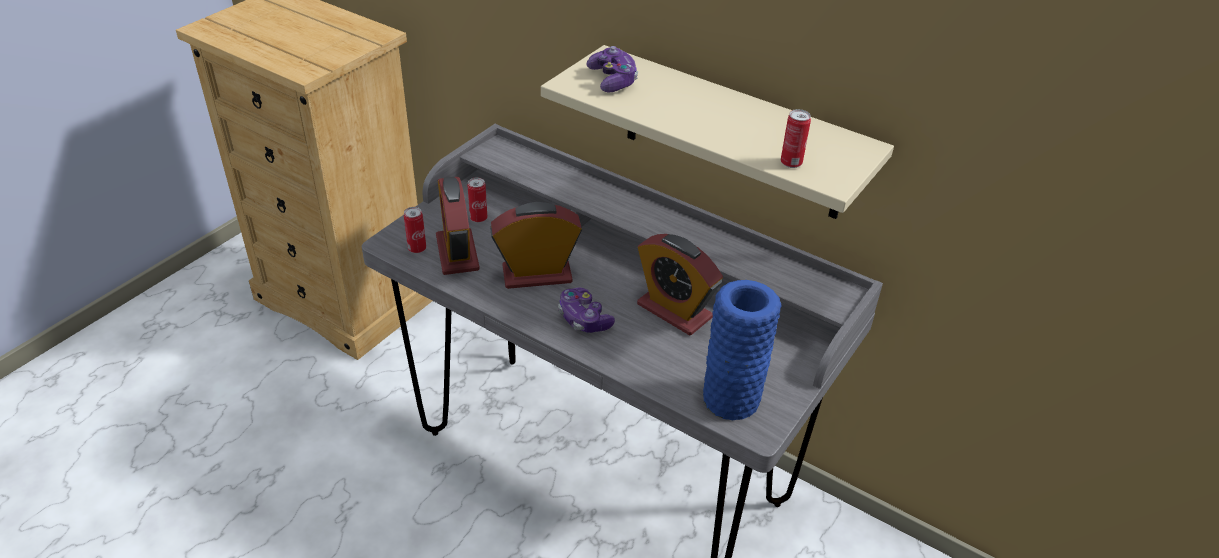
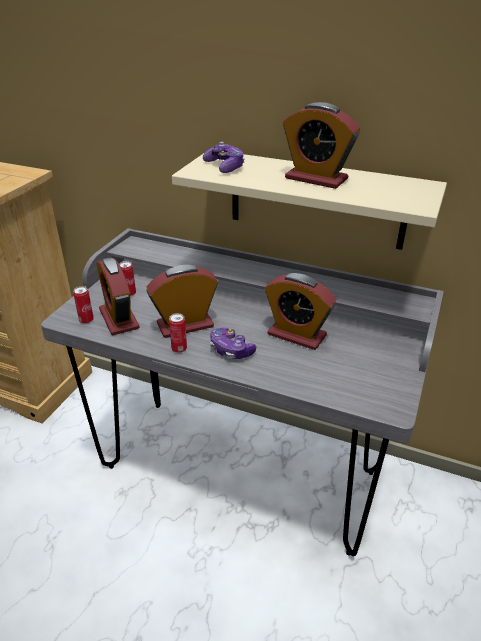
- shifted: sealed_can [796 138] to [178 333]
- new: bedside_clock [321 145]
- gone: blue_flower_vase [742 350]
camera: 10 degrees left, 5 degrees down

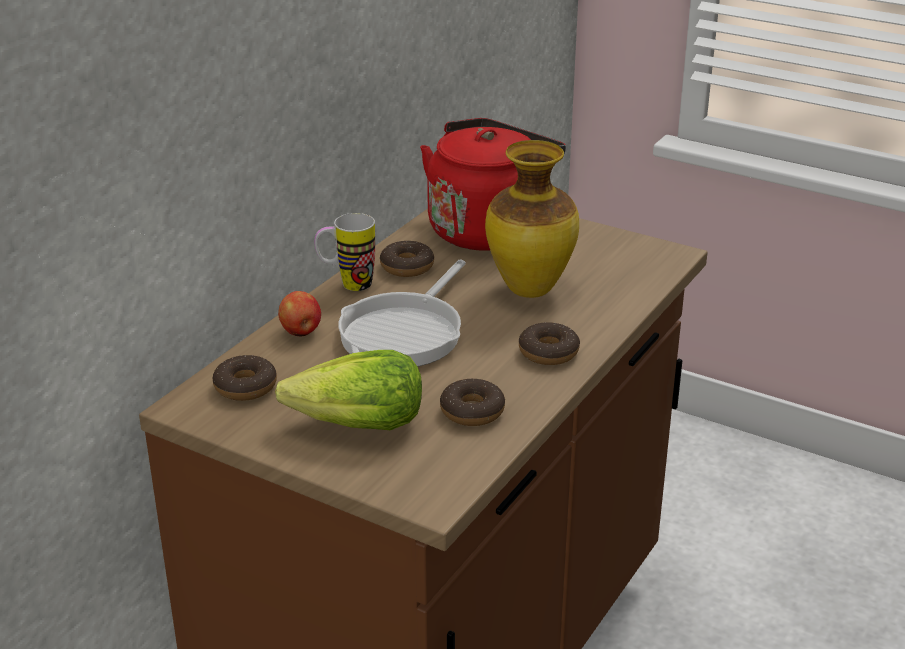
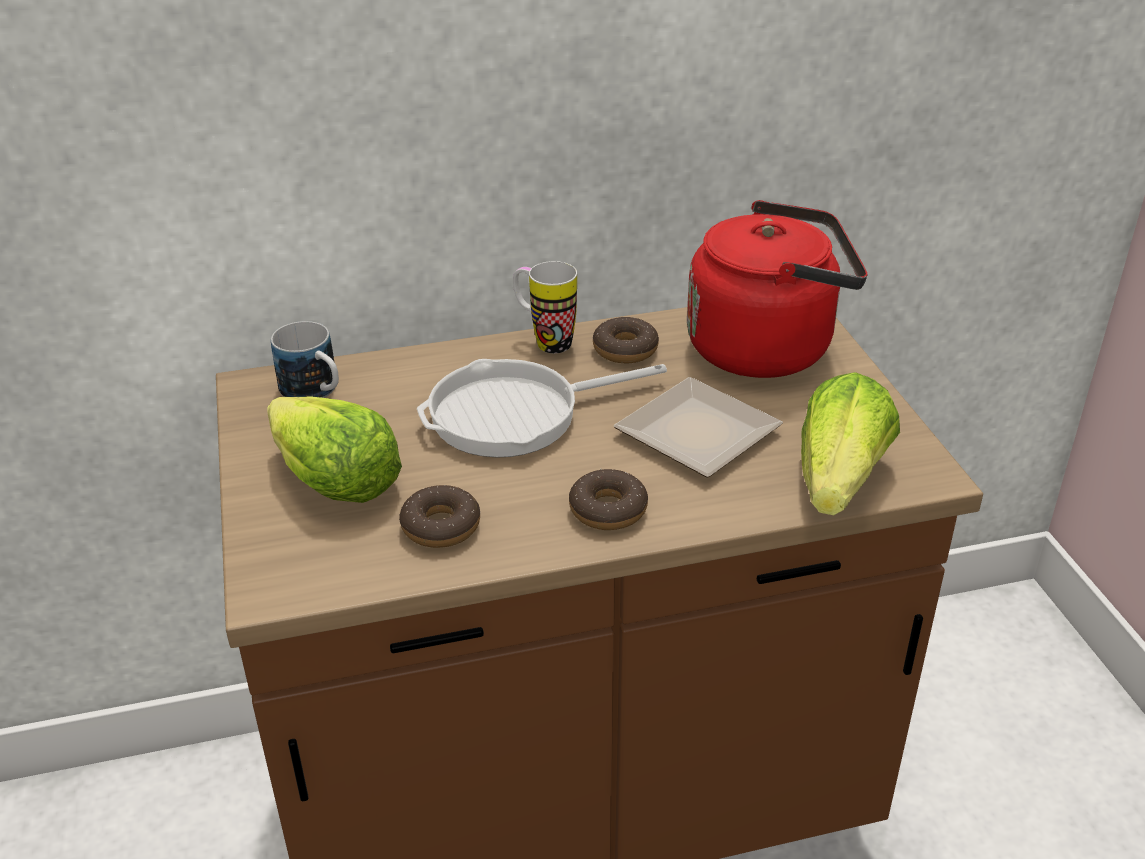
- swapped: donut [245 378] to tea_mug [305 359]
- swapped: flower_vase [532 219] to flat_dish [698 427]
- new: lettuce_head [850 443]
- gone: apple [299 314]
camera: 45 degrees right, 5 degrees up

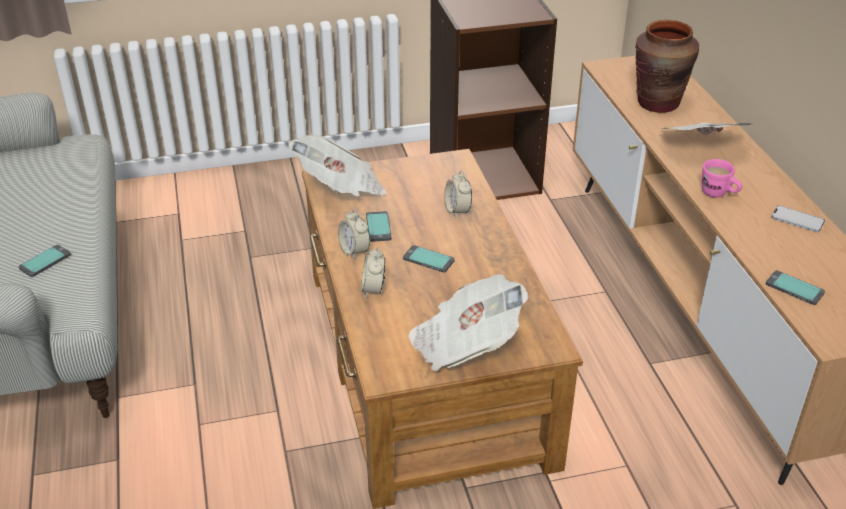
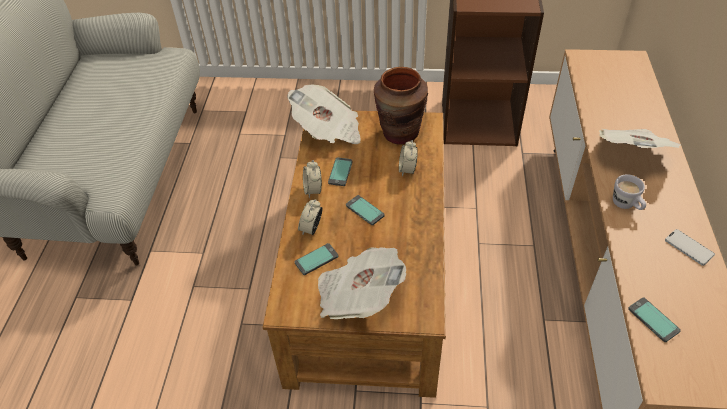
- shifted: telephone [45 261] to [316 259]
- shifted: brown_flower_vase [667 66] to [401 106]
- repainted: pink-coloured_tea_mug [722 178] to whitish_tea_mug [629 192]
camera: 20 degrees right, 10 degrees up

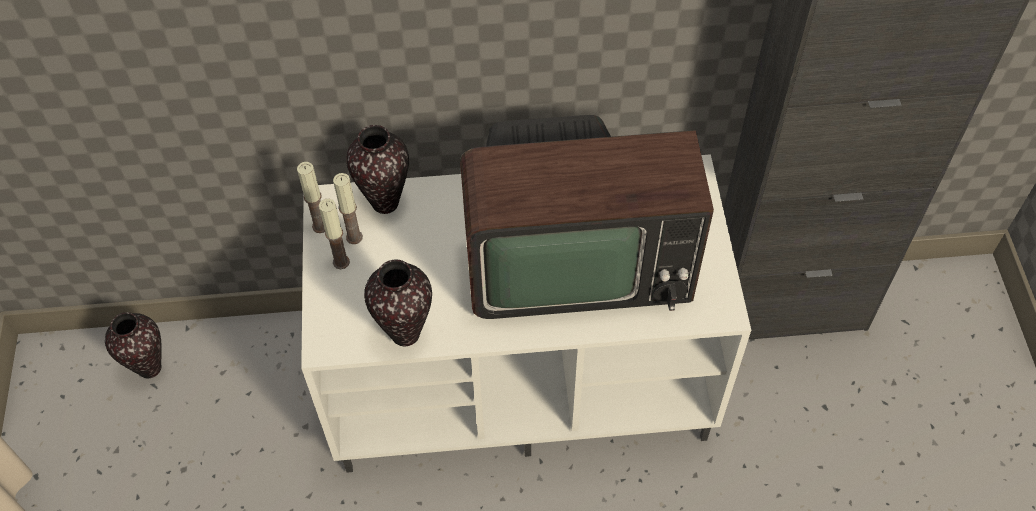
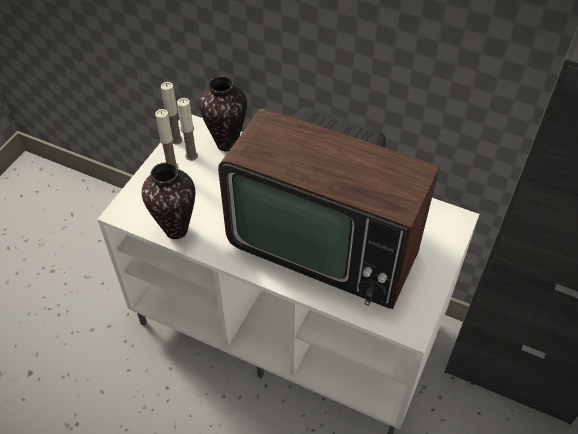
- gone: flower_vase [133 345]
camera: 30 degrees right, 5 degrees down

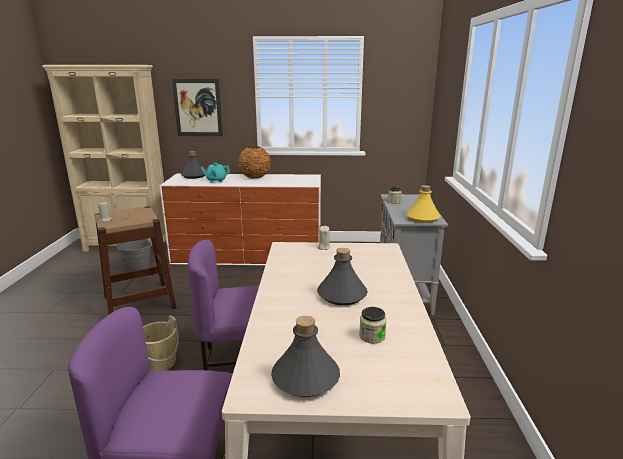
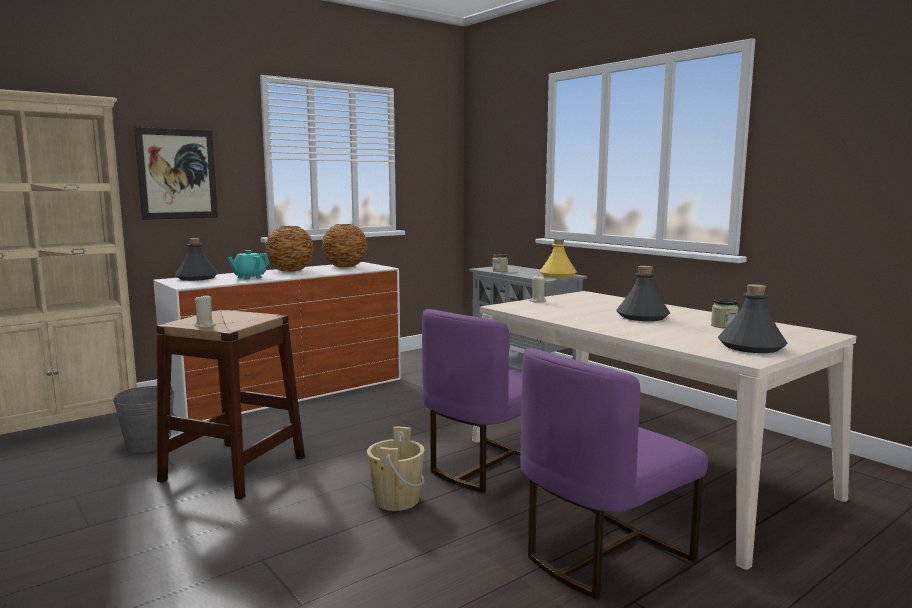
- new: flower_vase [345 245]
camera: 40 degrees left, 10 degrees down

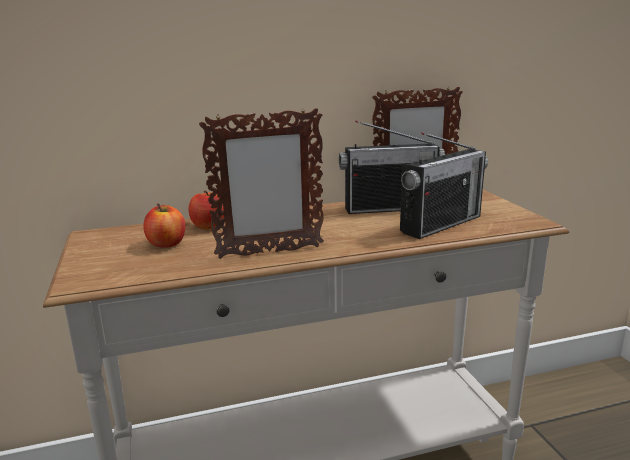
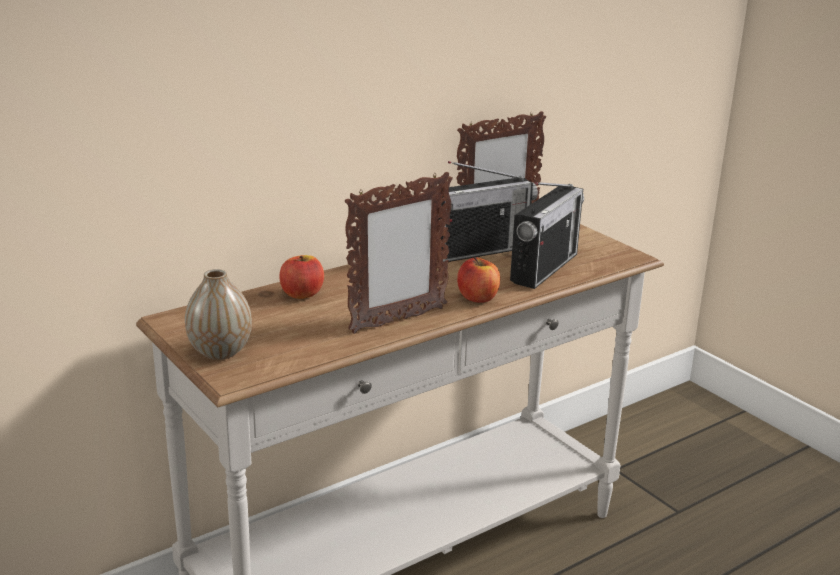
- new: flower_vase [218 314]
- shifted: apple [164 225] to [478 280]
camera: 20 degrees left, 5 degrees up

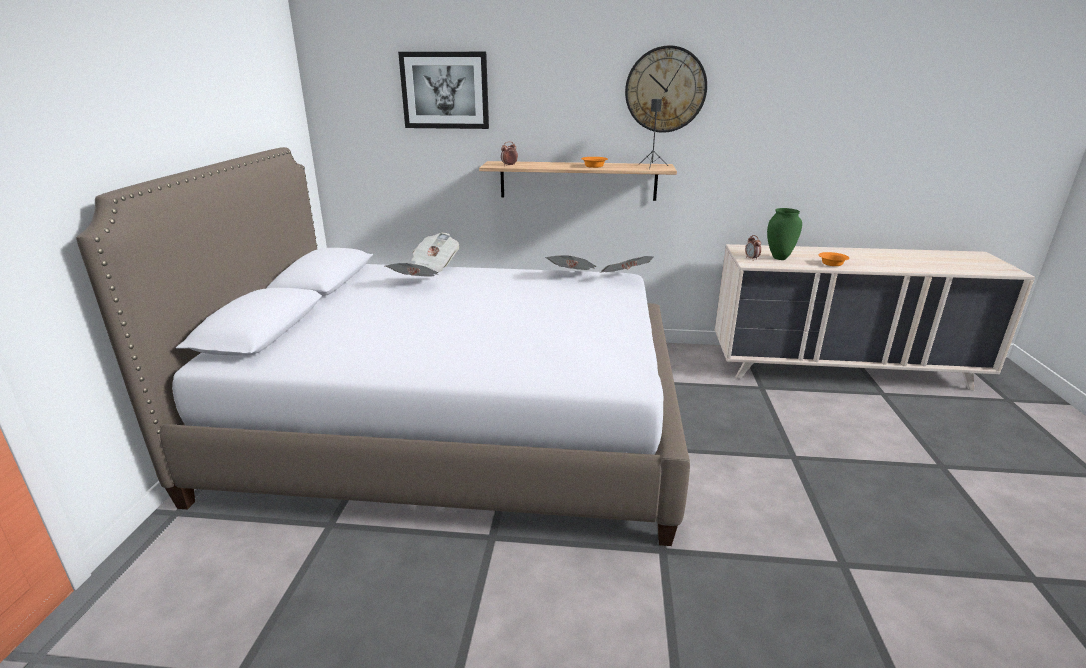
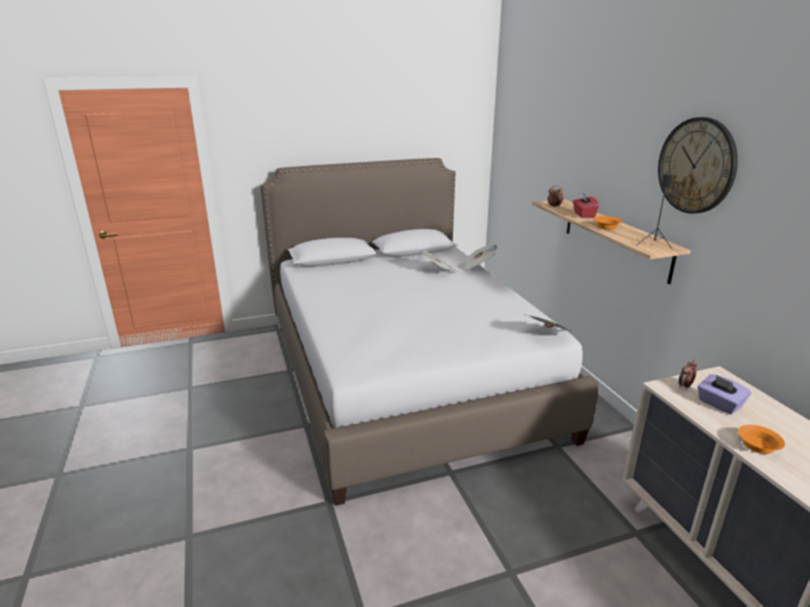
- new: red_box_of_tissues [586 205]
- swapped: green_flower_vase [784 234] to purple_box_of_tissues [724 394]
- gone: wall_picture [443 90]
- gone: daily_paper [570 262]
camera: 65 degrees right, 0 degrees up

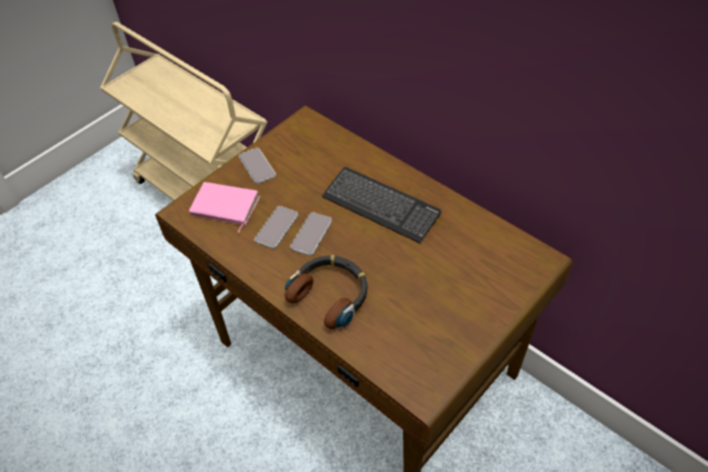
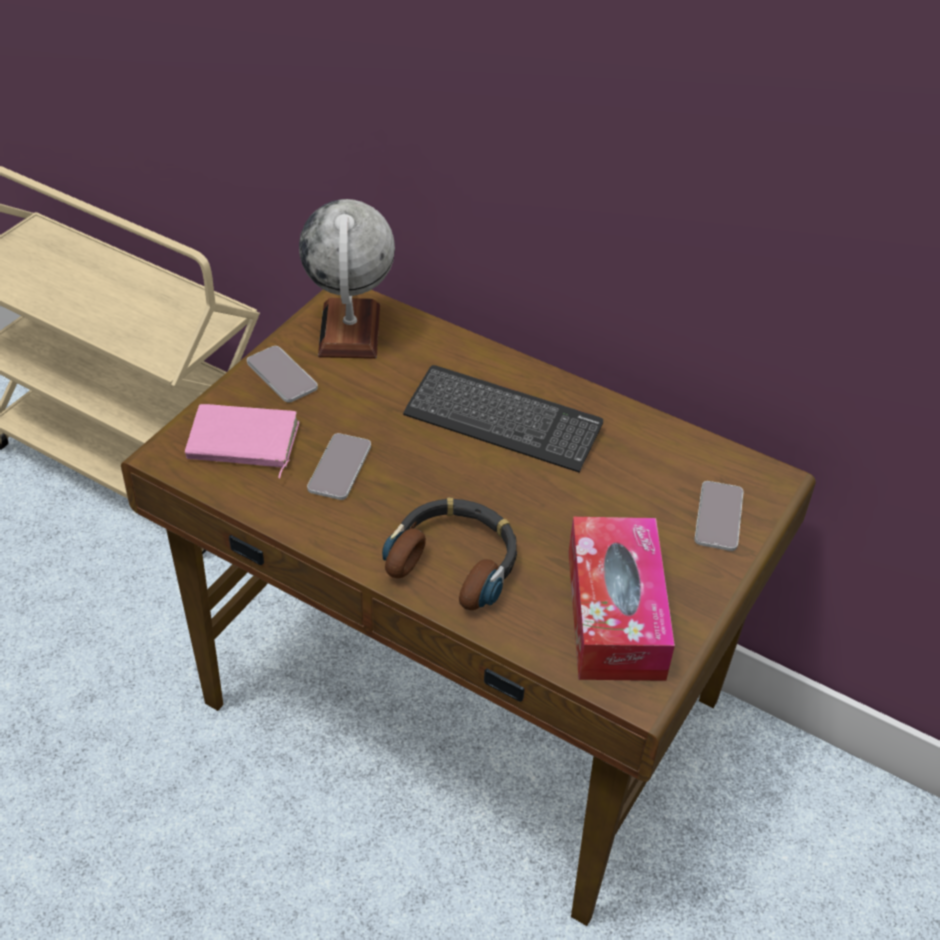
- new: desk_globe [347 279]
- new: box_of_tissues [621 599]
- shifted: telephone [311 234] to [719 516]
camera: 15 degrees left, 5 degrees down

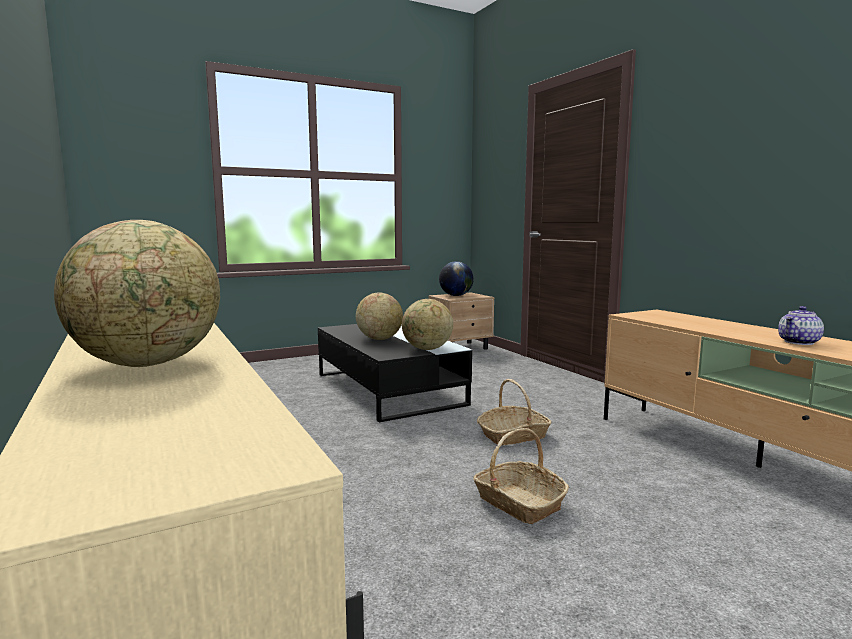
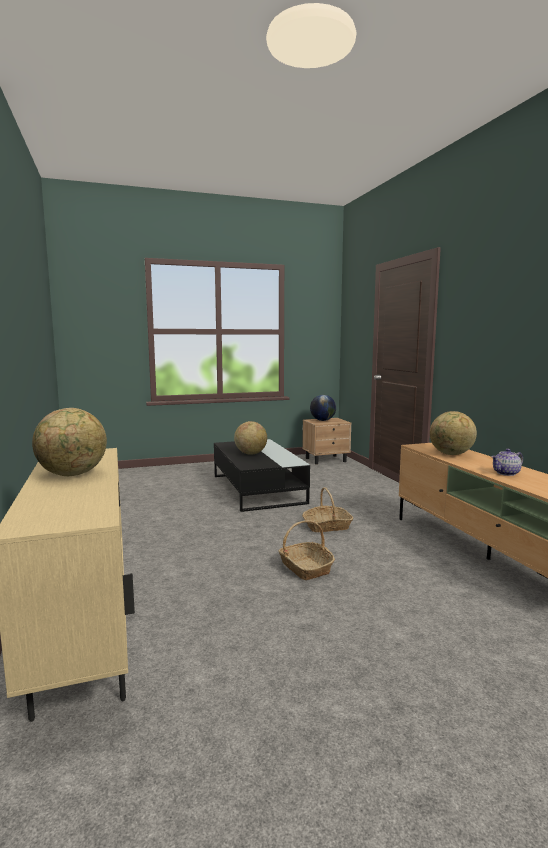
- shifted: desk_globe [427 324] to [453 433]
camera: 10 degrees right, 0 degrees up

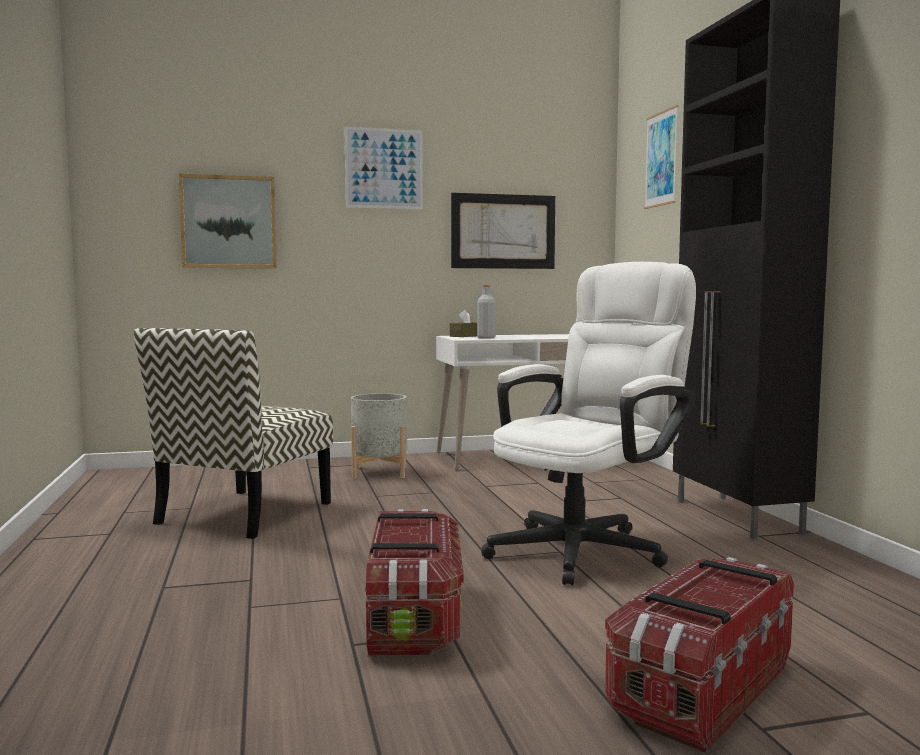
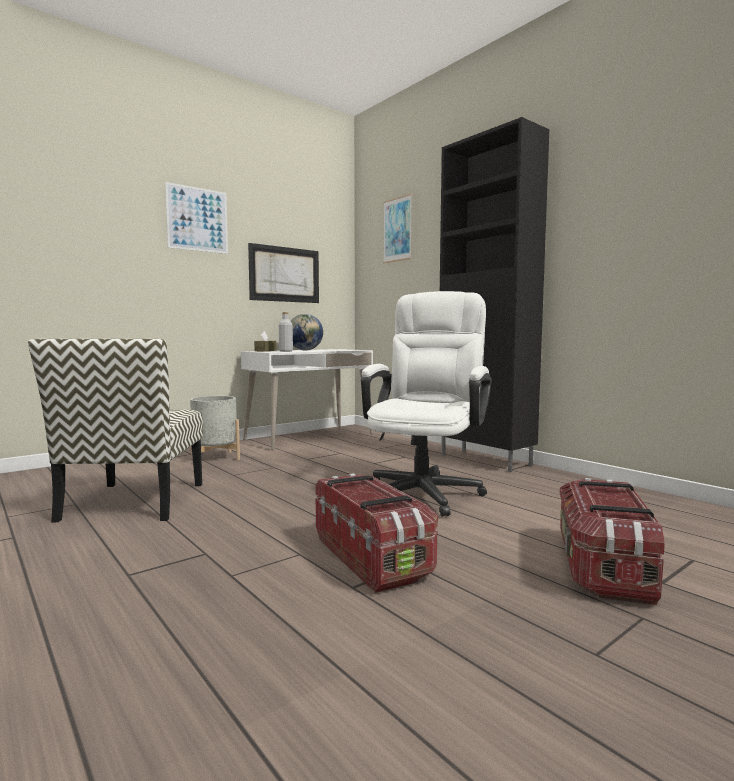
- new: desk_globe [307 332]
- gone: wall_picture [228 221]
camera: 25 degrees left, 0 degrees up

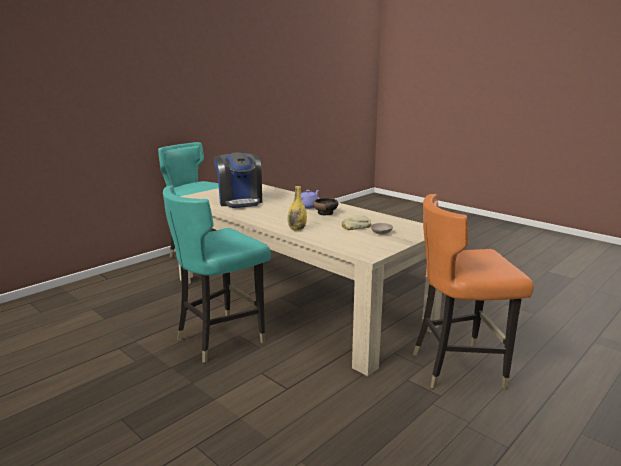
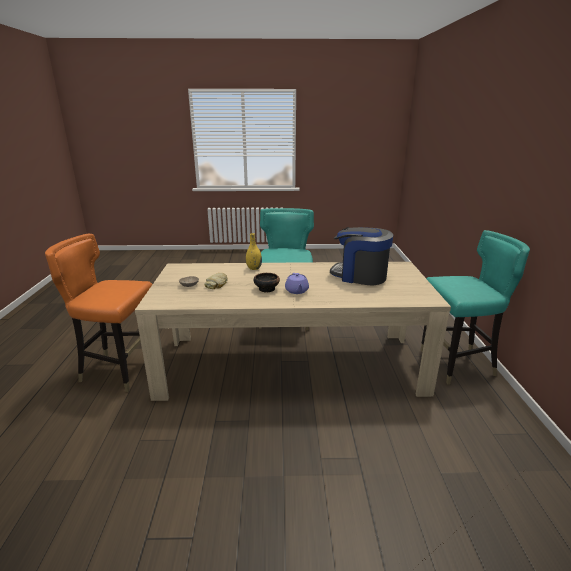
- rotated: orangey_plain_chair [473 291] = [99 313] 120 degrees counterclockwise
camera: 135 degrees right, 5 degrees up

